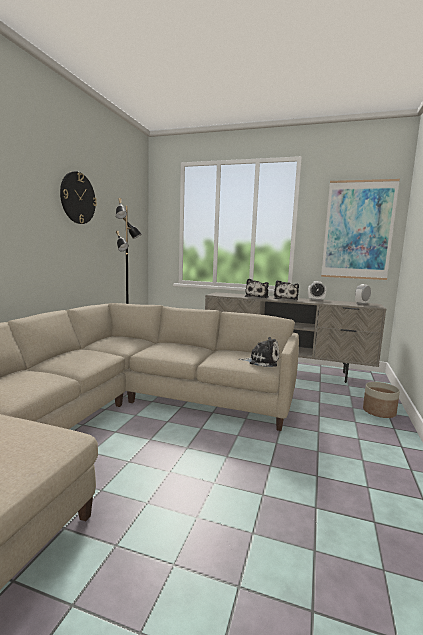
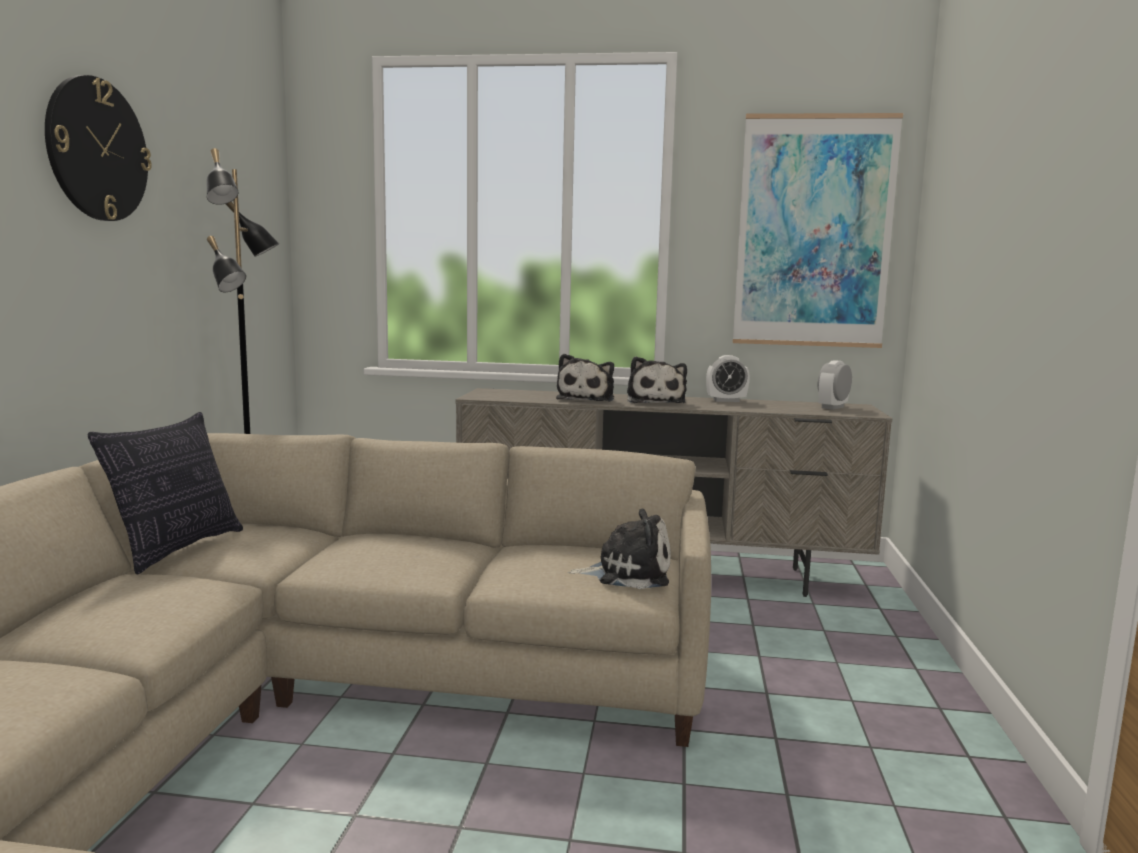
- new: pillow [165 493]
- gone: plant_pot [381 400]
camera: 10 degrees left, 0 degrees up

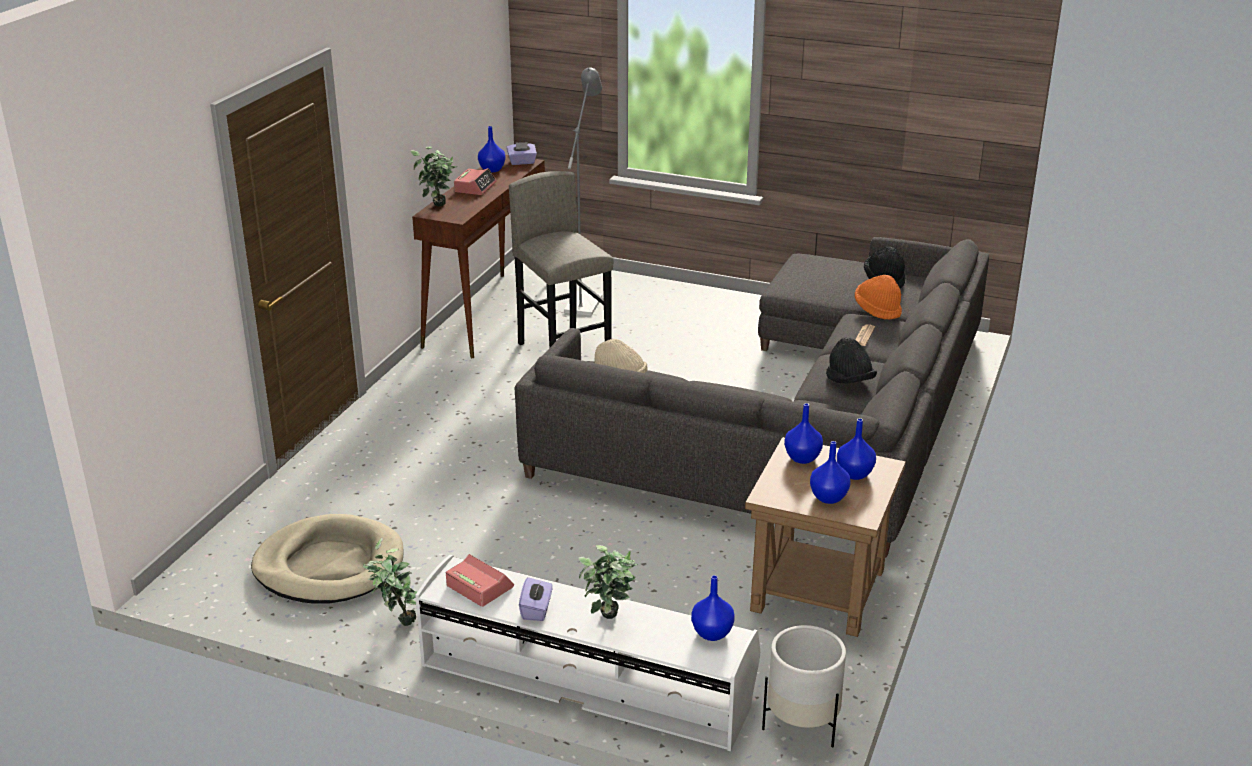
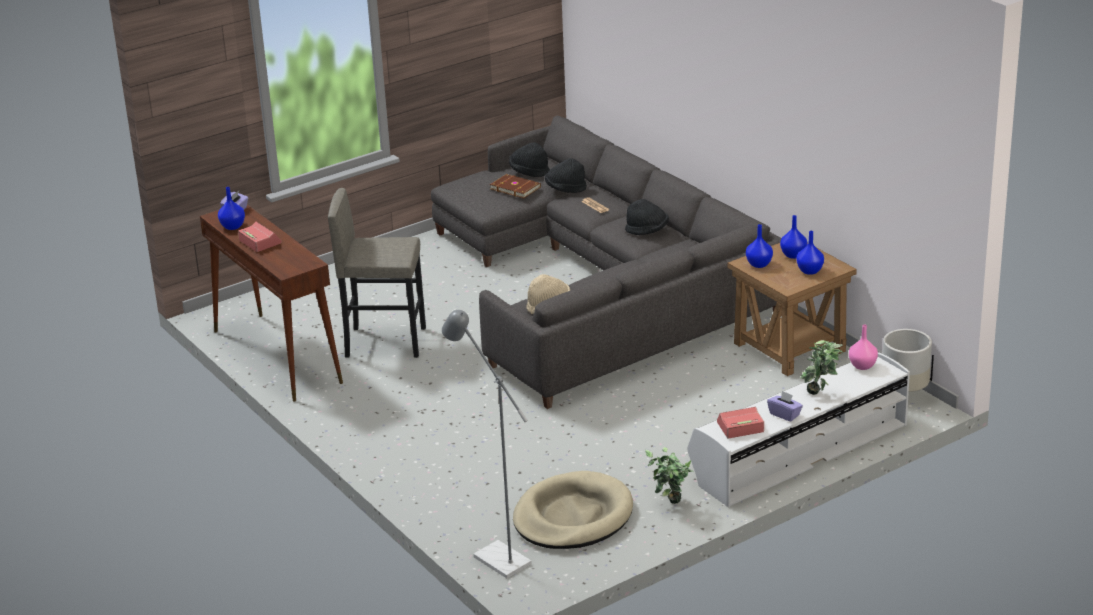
- shifted: greyish_standing_lamp [583 192] to [487 444]
- new: brown_bound_book [515 186]
- repainted: orangey_clothing_hat [878 297] to blackish_clothing_hat [566 175]
- repainted: blue_flower_vase [713 608] to pink-coloured_flower_vase [863 347]
- gone: houseplant [434 177]
camera: 55 degrees left, 0 degrees up

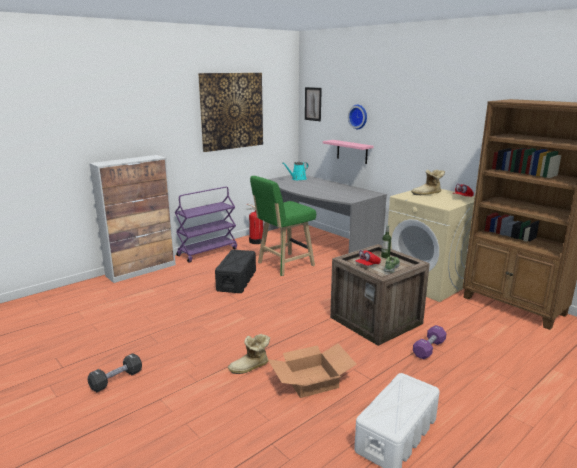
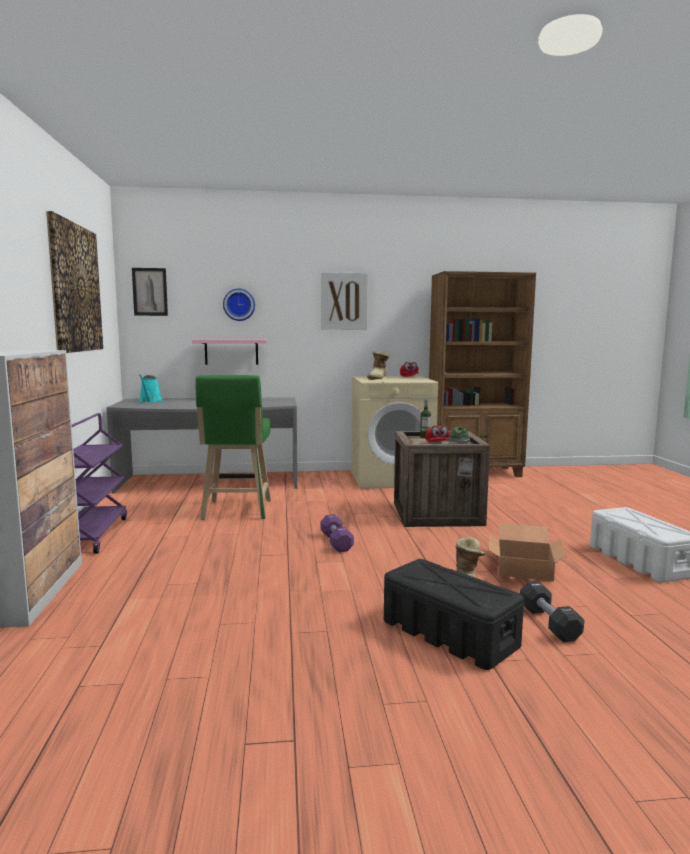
- new: wall_picture [344 301]
- shifted: purple_free_weight [430 342] to [337 533]
- shifted: blackish_storage_bin [235 271] to [454 614]
- shifted: blackish_free_weight [115 372] to [552 611]
- gone: fire-fighting_cylinder [255 224]
camera: 55 degrees left, 10 degrees down

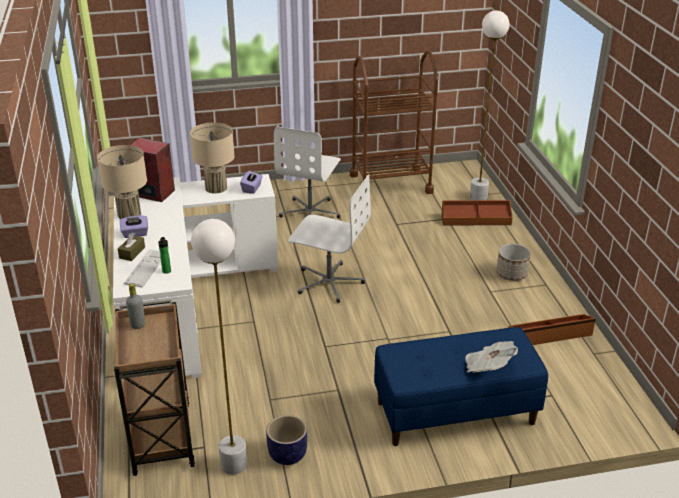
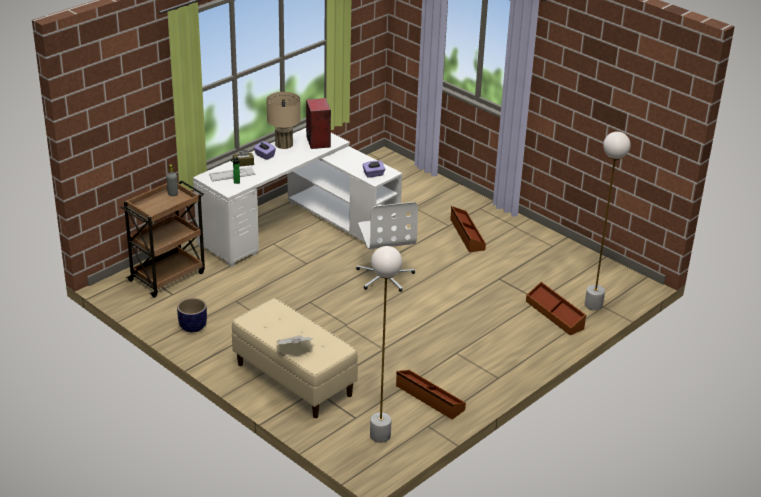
- repainted: blue_long_seat [461 386] to beige-coloured_long_seat [295 358]
- shifted: whitish_standing_lamp [219 347] to [386 344]
- swapped: whitish_office_chair [307 172] to brown_storage_bin [468 229]
- gone: beige-coloured_lamp_for_a_table [212 158]
- gone: brown_trolley [394 122]
- gone: plant_pot [514 262]
camera: 55 degrees right, 0 degrees up

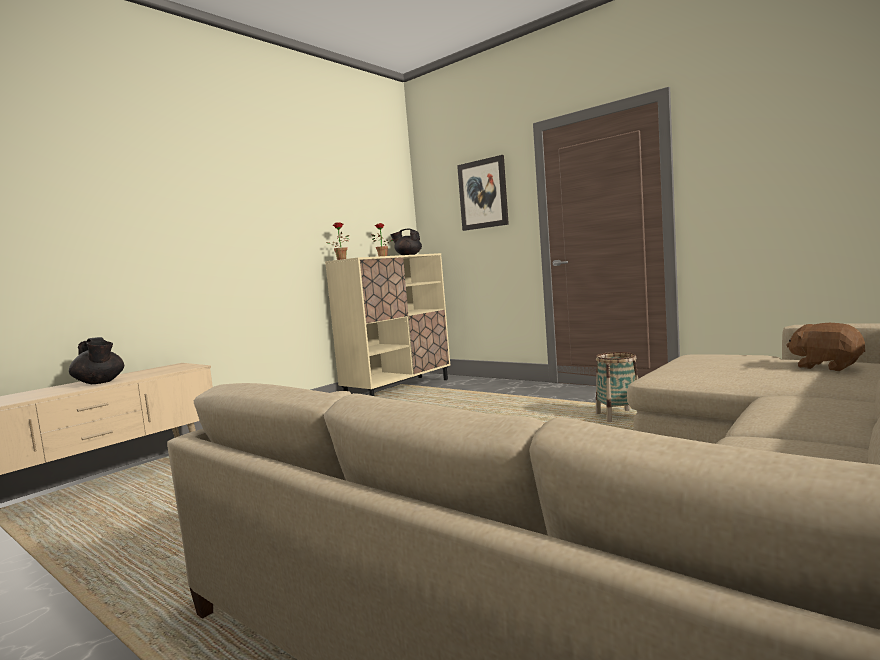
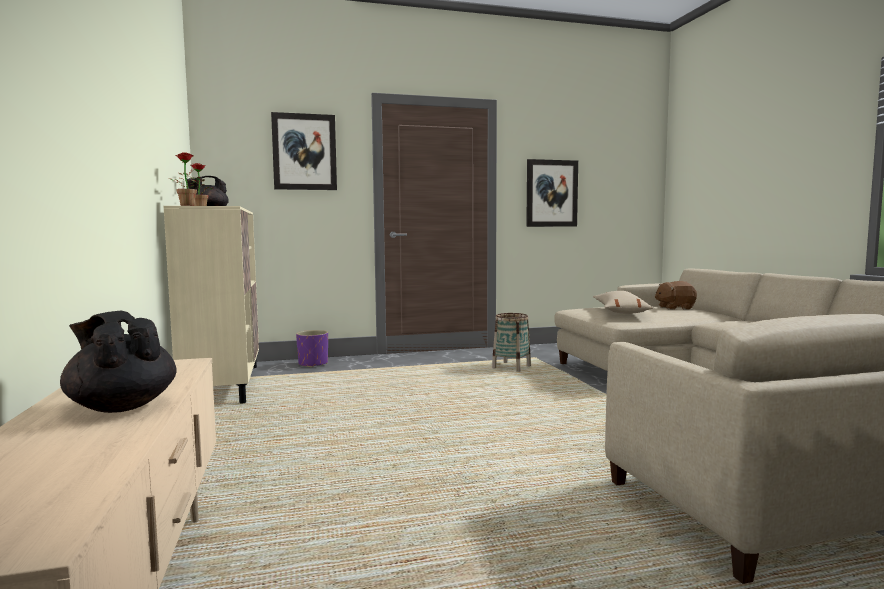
- rotated: blackish_pot_for_tea [96 360] = [118 362] 135 degrees counterclockwise
- new: purple_plant_pot [312 349]
- new: wall_picture [552 193]
- new: beige-coloured_pillow [623 302]
camera: 55 degrees left, 0 degrees up

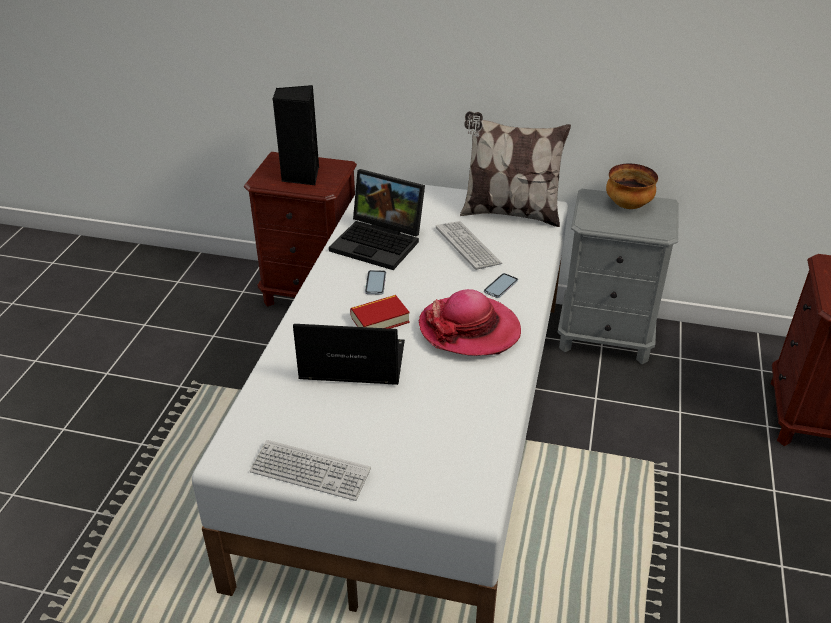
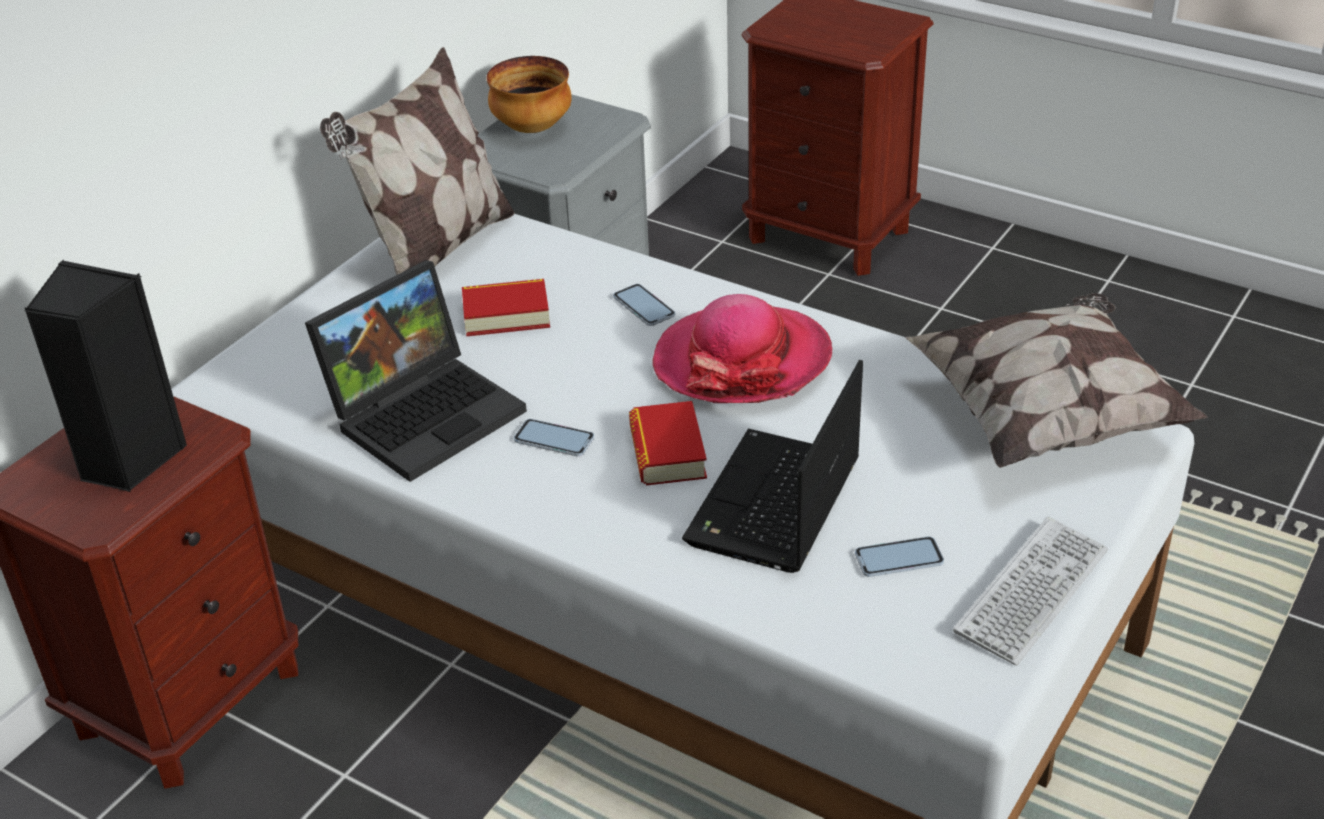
- swapped: computer_keyboard [469 245] to bound_book [506 307]
- new: telephone [899 556]
- new: pillow [1056 380]
camera: 70 degrees left, 0 degrees up

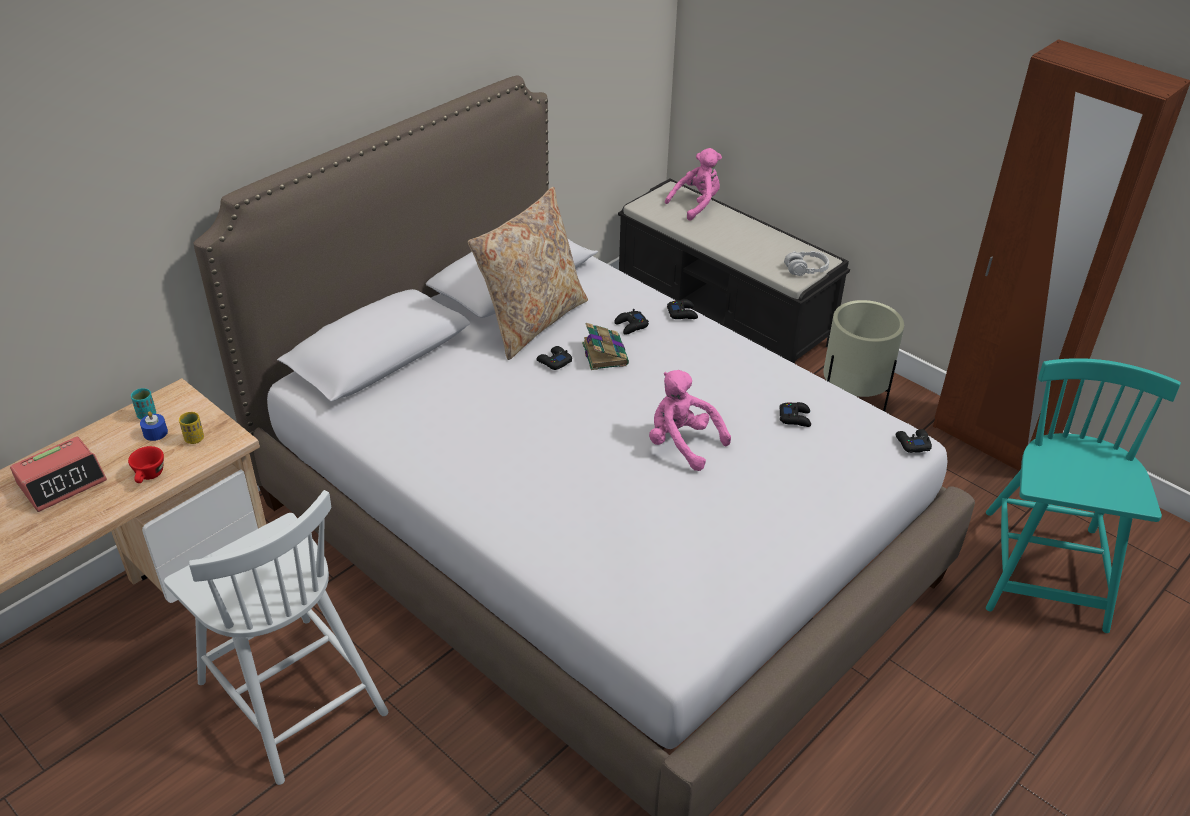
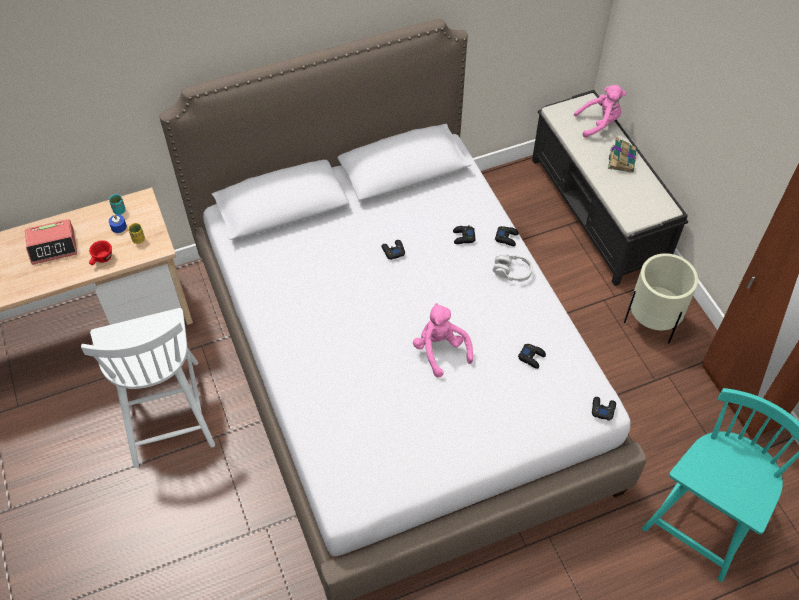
- shifted: greyish_headphones [806 263] to [512 268]
- shifted: bound_book [605 346] to [622 155]
- gone: beige-coloured_pillow [528 273]
camera: 25 degrees right, 15 degrees up

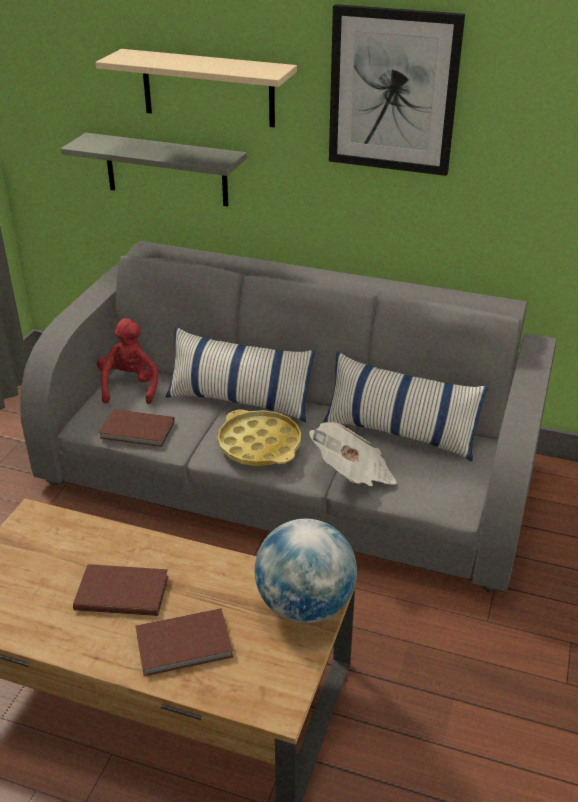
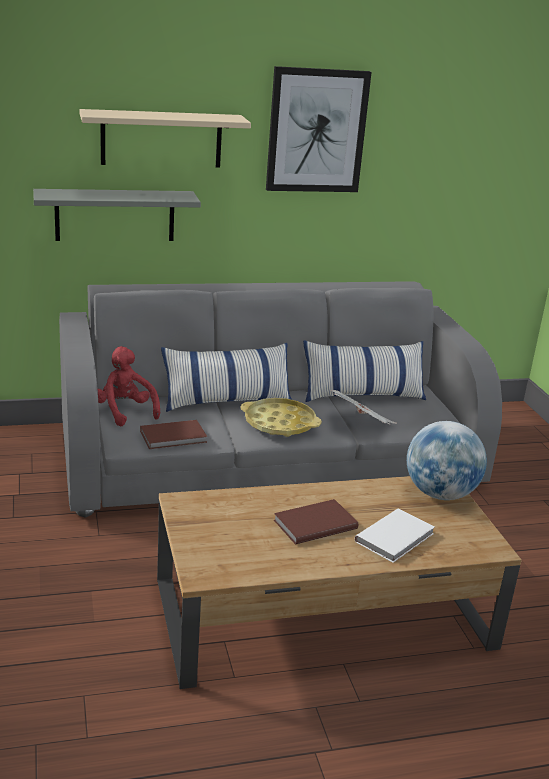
- repainted: brown_bound_book [184 642] to whitish_bound_book [395 535]
camera: 35 degrees left, 10 degrees down

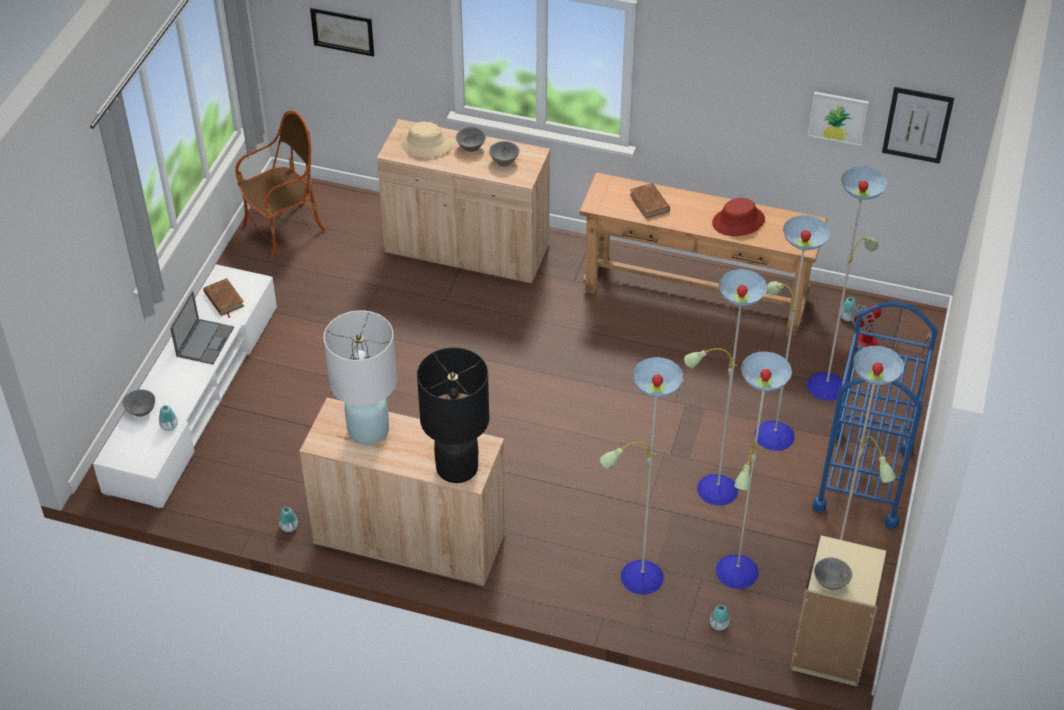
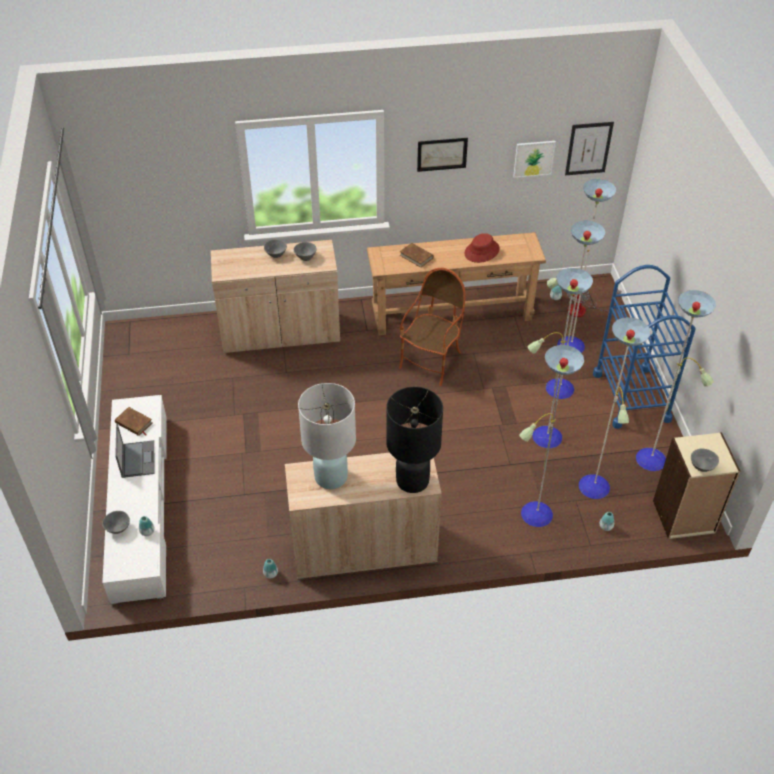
- shifted: lounge_chair [280 185] to [432 327]
- shifted: wall_picture [342 32] to [442 155]
- gone: beige-coloured_clothing_hat [426 139]
camera: 25 degrees left, 0 degrees up

